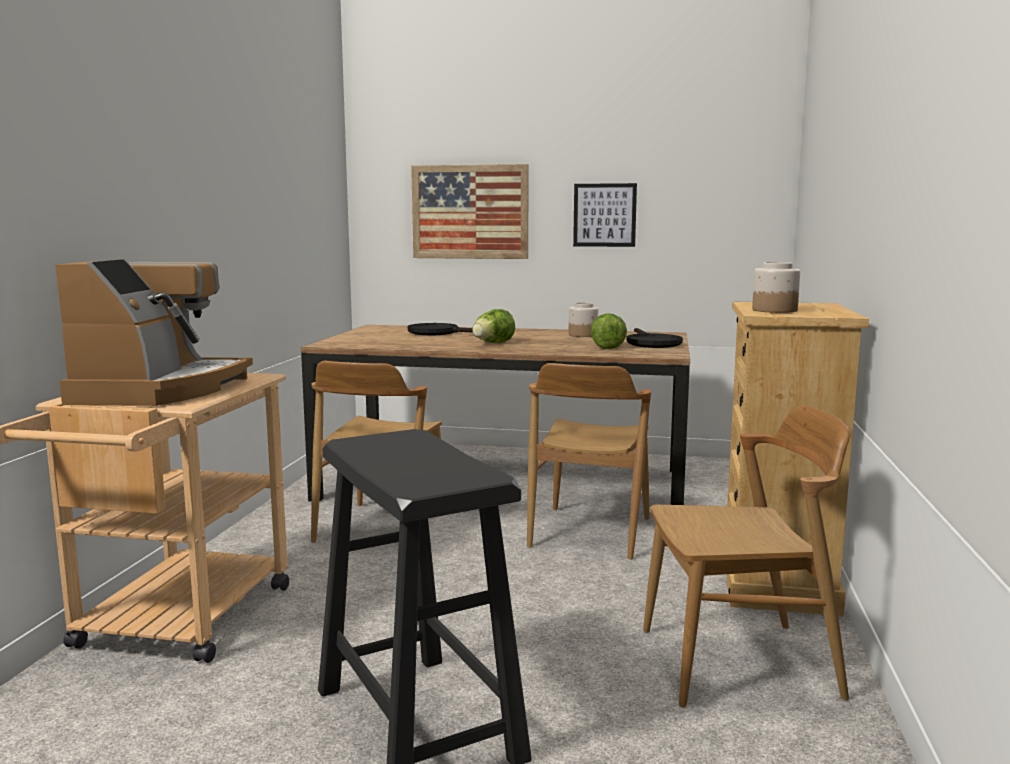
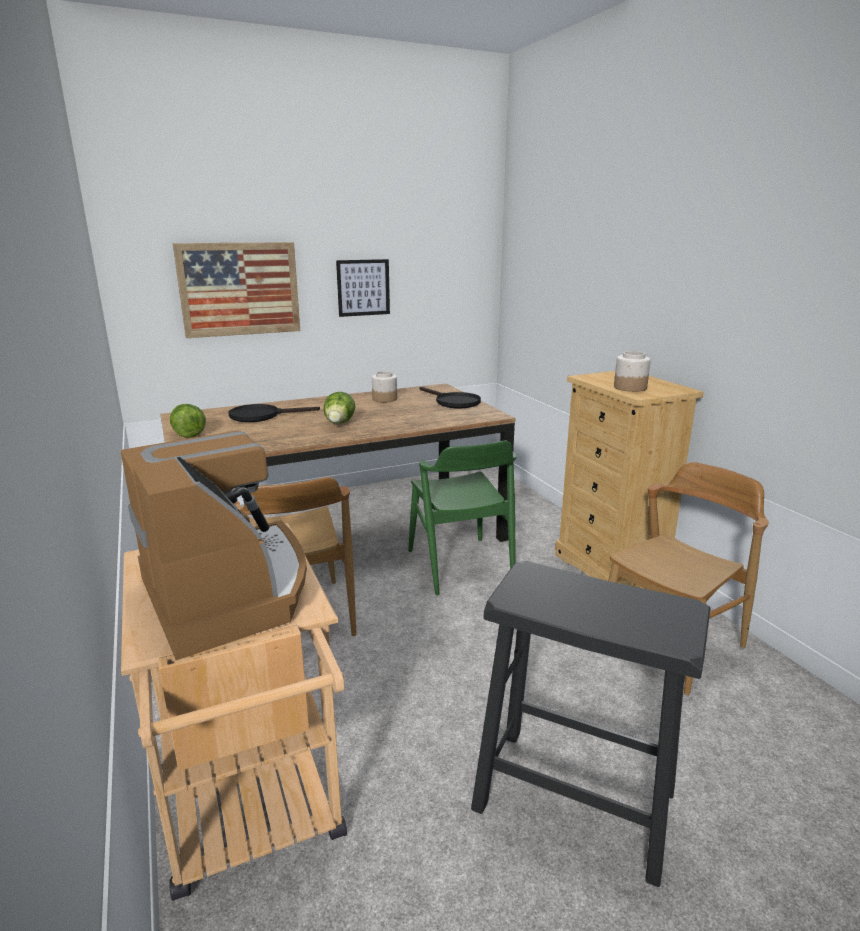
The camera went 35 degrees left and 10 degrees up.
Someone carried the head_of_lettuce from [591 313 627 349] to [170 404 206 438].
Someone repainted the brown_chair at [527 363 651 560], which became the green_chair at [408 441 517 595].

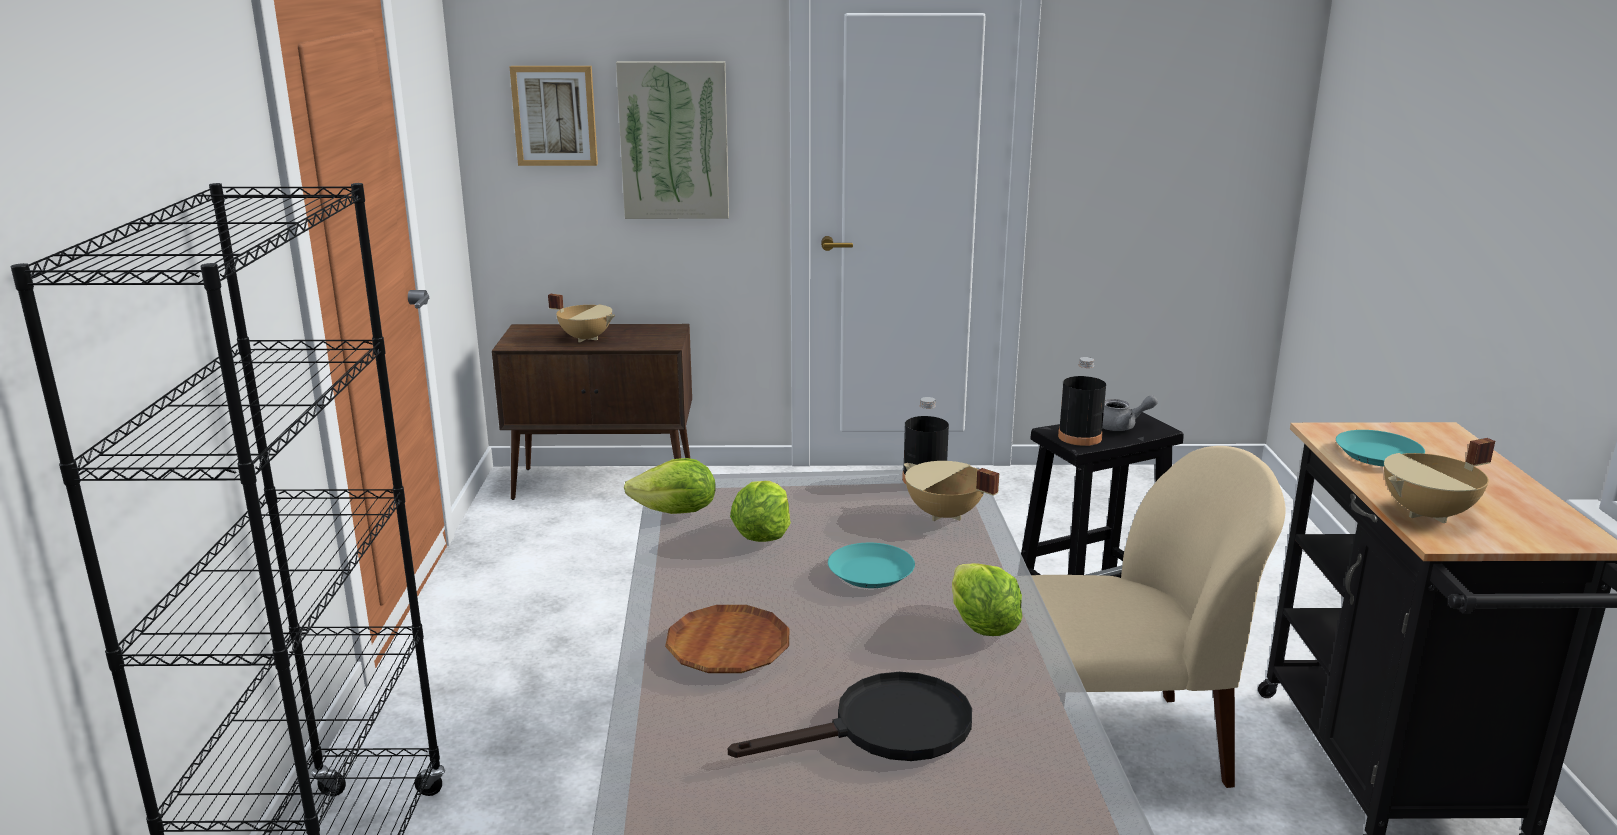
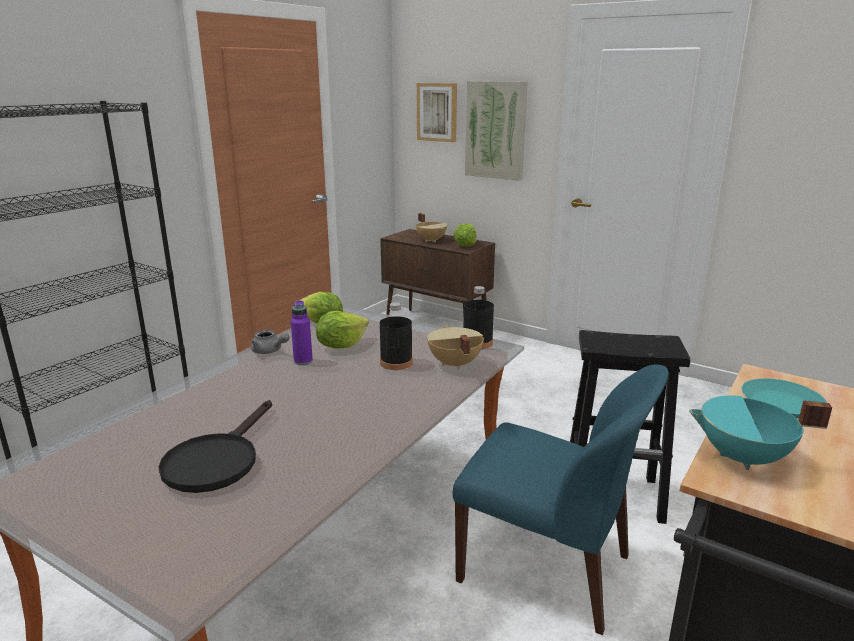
The camera went 35 degrees right and 0 degrees up.
Someone carried the black-coloured_drink_bottle from [1058 357 1106 446] to [380 302 413 370].
Someone carried the gray_teapot from [1102 395 1158 431] to [251 330 290 354].
Someone repainted the beige-coloured_cooking_pot at [1384 438 1495 523], which became the turquoise-coloured_cooking_pot at [689 396 832 470].
Someone repainted the beige-coloured_chair at [1031 446 1286 788], which became the bluish_chair at [452 364 669 635].
Someone took away the turquoise-coloured_plate at [828 543 915 588].
Someone carried the head_of_lettuce from [952 563 1022 636] to [454 223 477 246].
Someone took away the brown_plate at [665 605 789 673].
Someone rotated the black-coloured_skillet at [728 672 972 761] by 90 degrees clockwise.
Someone put down the purple_drink_bottle at [291 300 313 365].

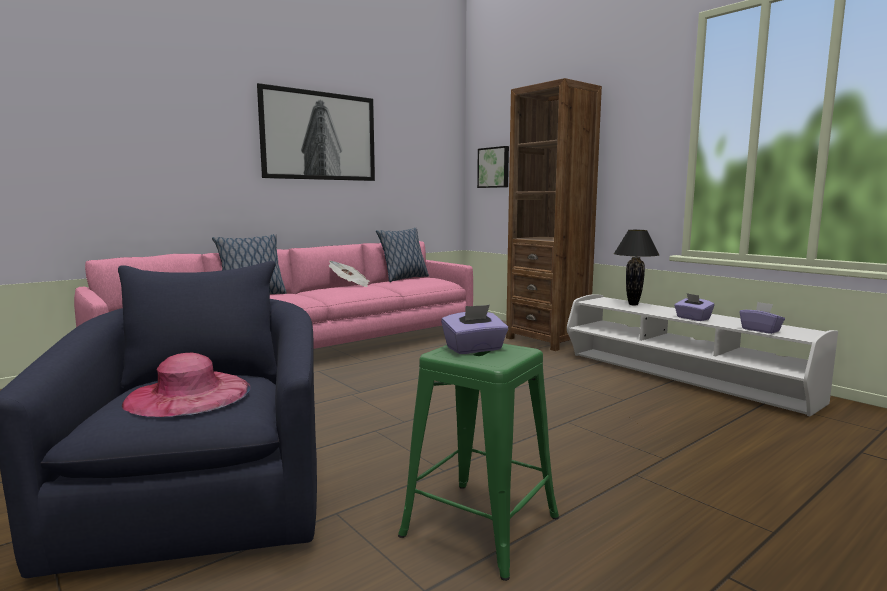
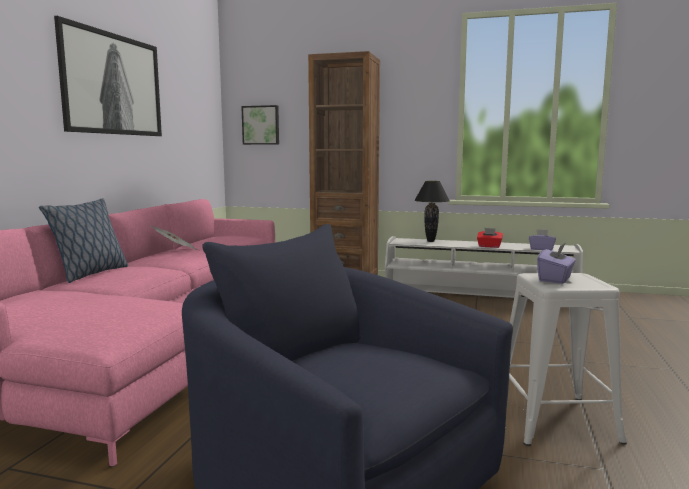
The camera went 35 degrees left and 0 degrees up.
Someone took away the cushion at [376 228 429 282].
Someone repainted the purple_box_of_tissues at [674 293 715 321], which became the red-coloured_box_of_tissues at [477 228 503 248].
Someone repainted the green_stool at [398 344 559 581], which became the white-coloured_stool at [509 273 627 446].
Someone took away the pink_hat at [122 353 250 417].

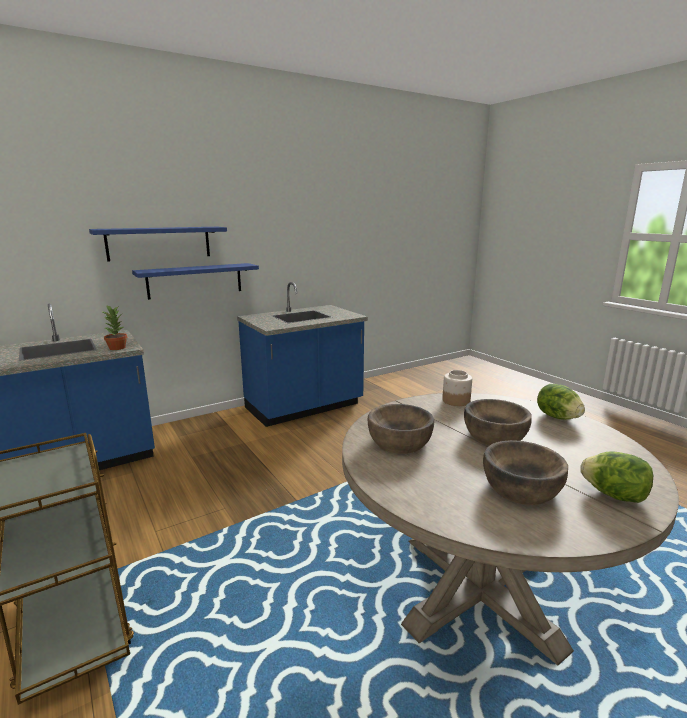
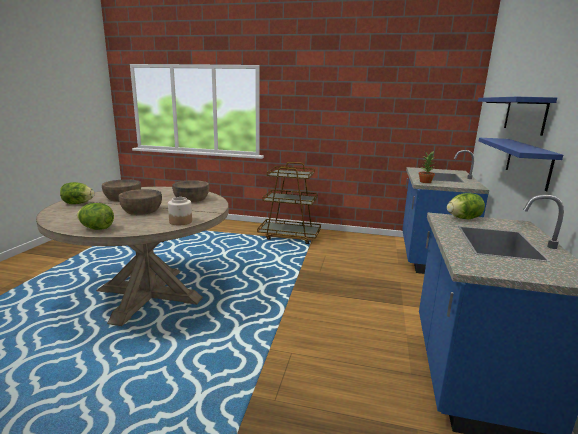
The camera went 135 degrees right and 0 degrees up.
Someone put down the head_of_lettuce at [447 193 485 219].

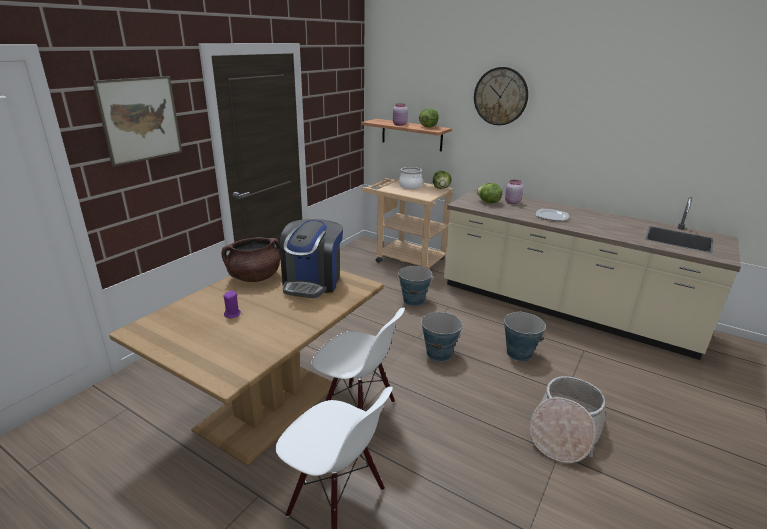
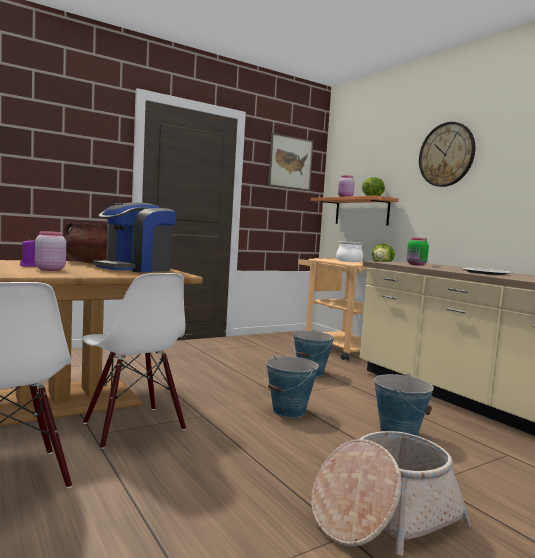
The camera went 25 degrees right and 20 degrees down.
Someone carried the picture from [93 76 182 167] to [268 133 313 191].
Someone carried the pink_jar from [505 180 523 204] to [35 231 66 271].
Someone swapped the head_of_lettuce at [477 183 502 203] for the green_jar at [407 237 429 265].

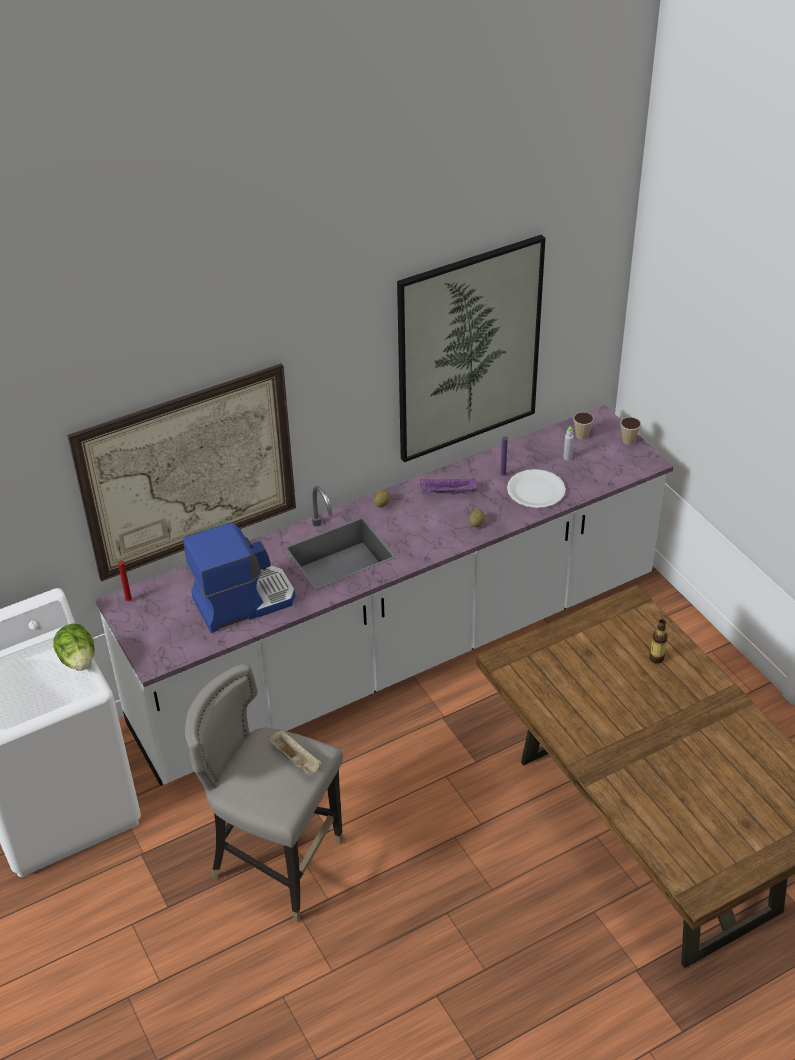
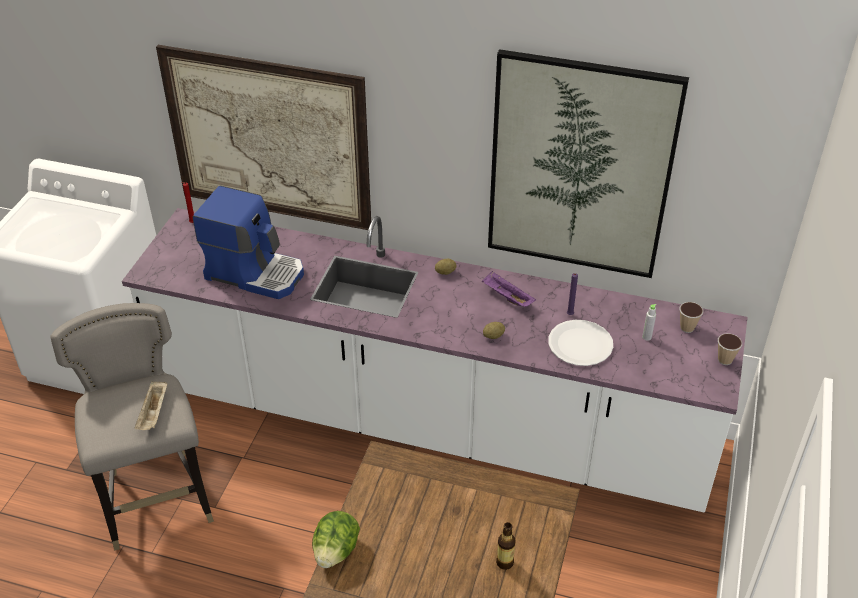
The camera went 45 degrees right and 0 degrees up.
Someone carried the head_of_lettuce from [53 624 94 671] to [312 511 360 568].

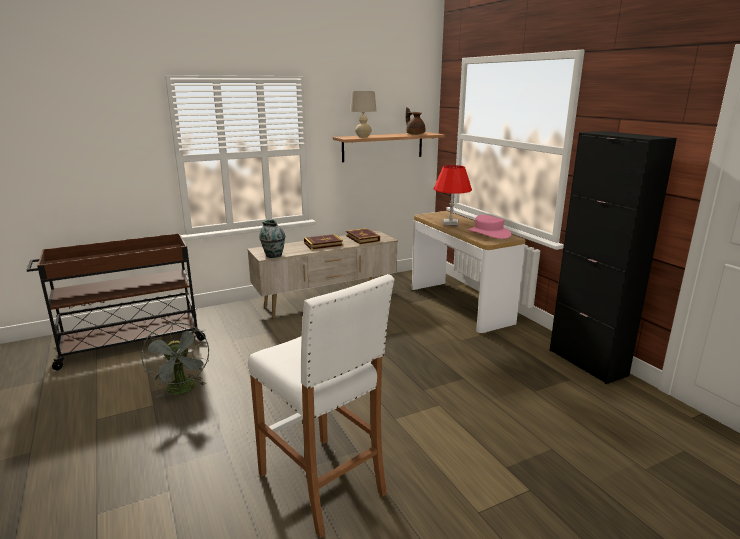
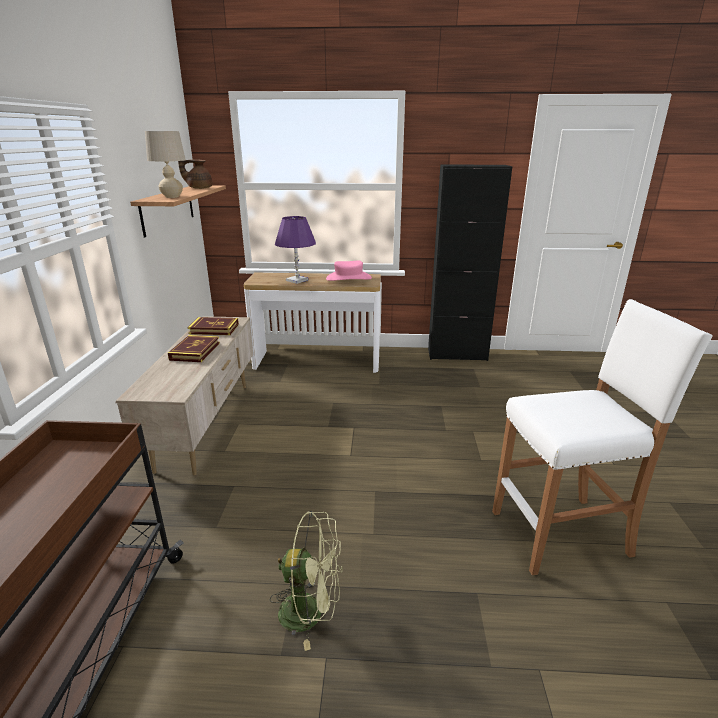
The camera went 60 degrees left and 5 degrees up.
Someone repainted the red-coloured_tabletop_lamp at [434 165 472 225], which became the purple_tabletop_lamp at [275 216 316 284].
Someone took away the decorative_vase at [259 220 285 258].
Someone repainted the gray_fan at [141 323 209 398], which became the green_fan at [270 511 342 651].

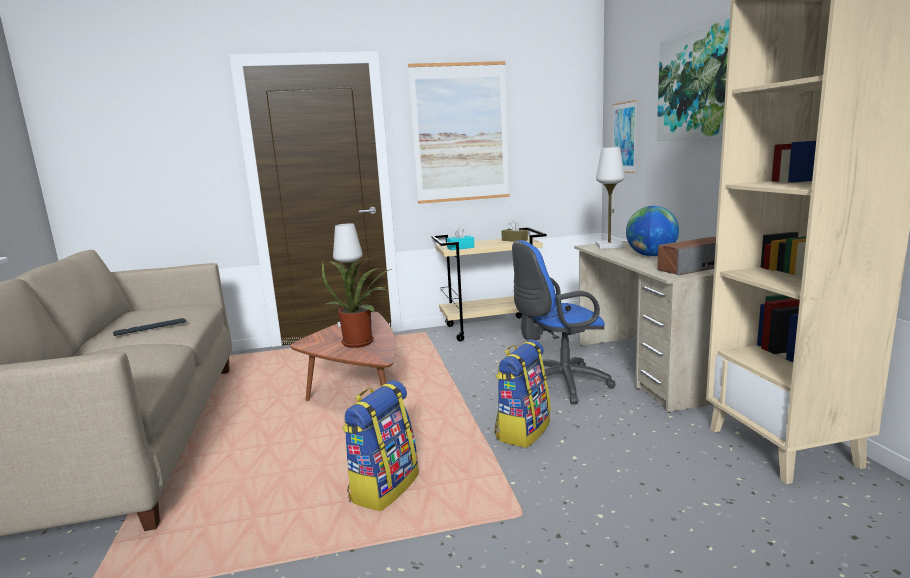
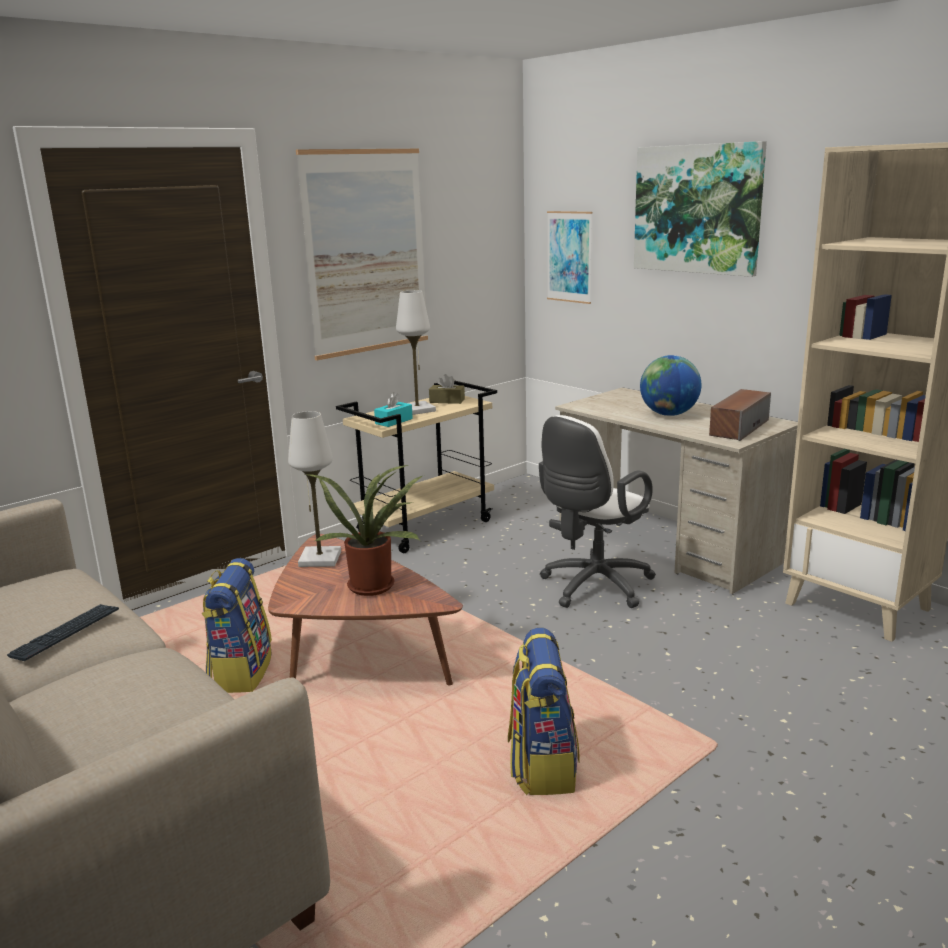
The camera went 30 degrees left and 5 degrees up.
Someone carried the white-coloured_tabletop_lamp from [595 147 625 249] to [396 290 436 415].
Someone repainted the bluish_computer_chair at [512 240 616 404], which became the white-coloured_computer_chair at [539 415 656 608].
Someone carried the backpack from [494 340 550 448] to [202 558 272 693].

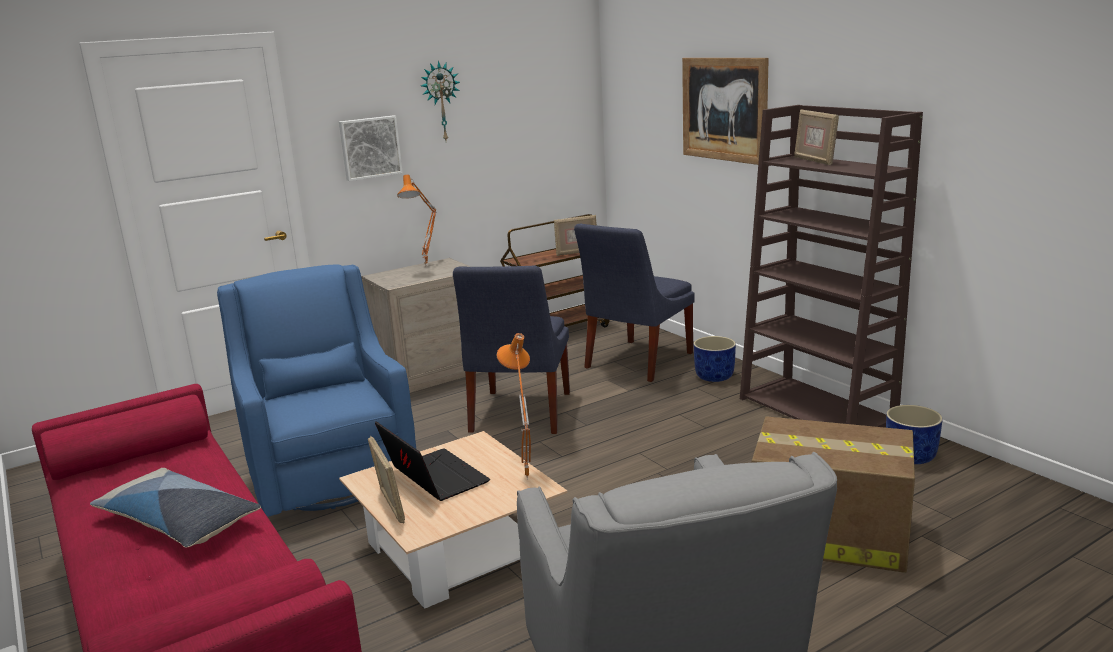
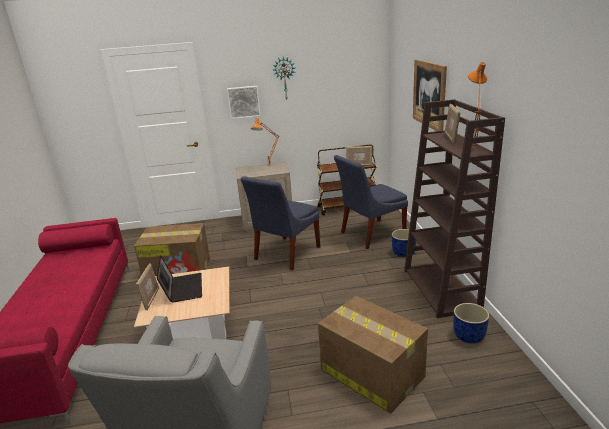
The camera went 25 degrees right and 5 degrees up.
Someone swapped the bluish_easy_chair at [217 265 416 517] for the cardboard_box at [134 223 210 276].
Someone carried the orangey_tabletop_lamp from [497 333 531 480] to [468 62 487 146].
Someone took away the cushion at [90 468 261 548].

